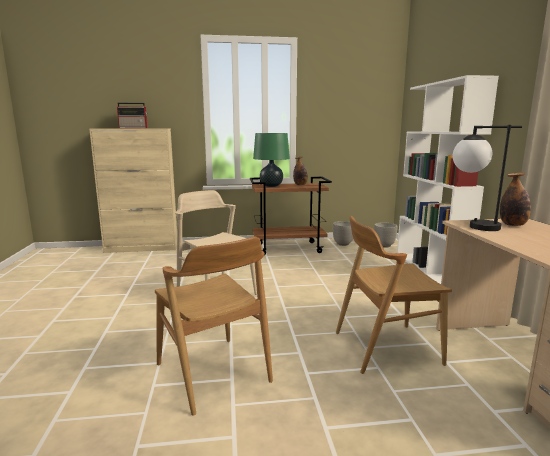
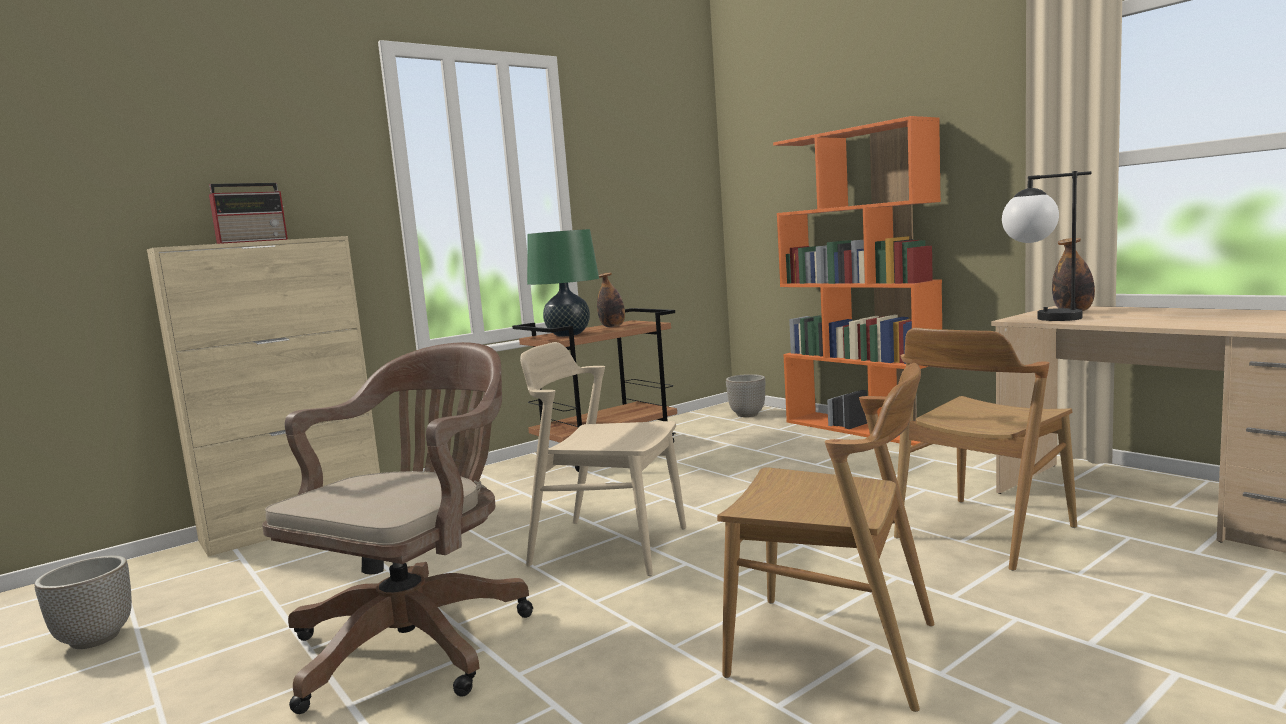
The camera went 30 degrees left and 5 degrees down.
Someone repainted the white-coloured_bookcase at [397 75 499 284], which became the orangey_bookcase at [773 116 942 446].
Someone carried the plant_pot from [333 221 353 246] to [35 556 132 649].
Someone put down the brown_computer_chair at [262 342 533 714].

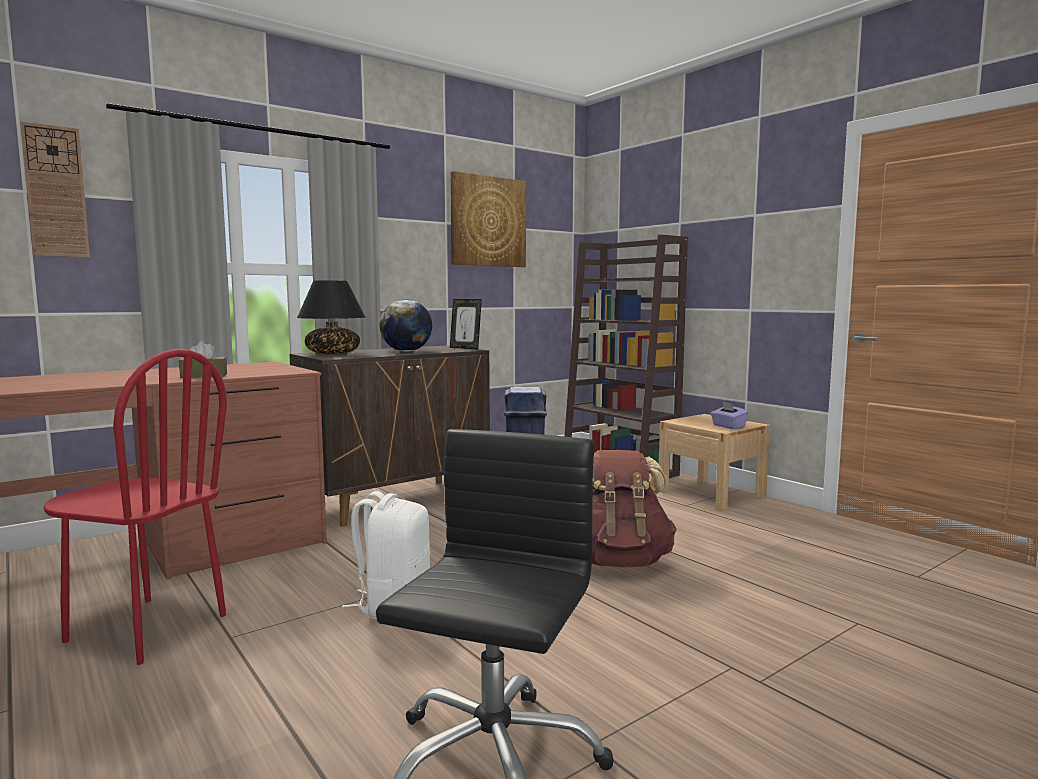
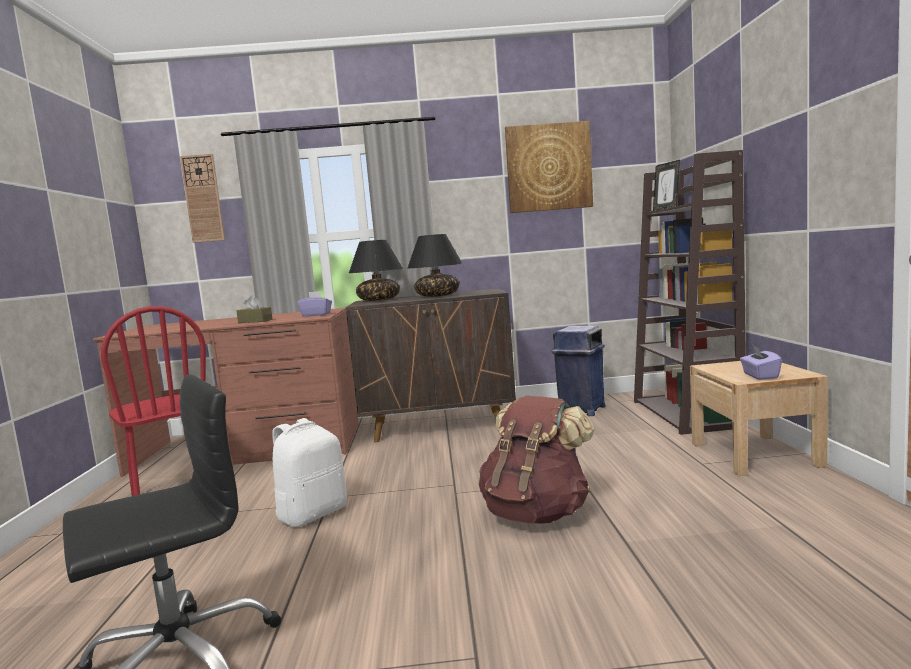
The camera went 35 degrees right and 0 degrees up.
Someone swapped the world_globe at [380 299 432 352] for the black-coloured_tabletop_lamp at [408 234 463 297].
Someone carried the photo_frame from [450 299 482 349] to [653 160 680 211].
Someone put down the purple_box_of_tissues at [297 291 332 317].

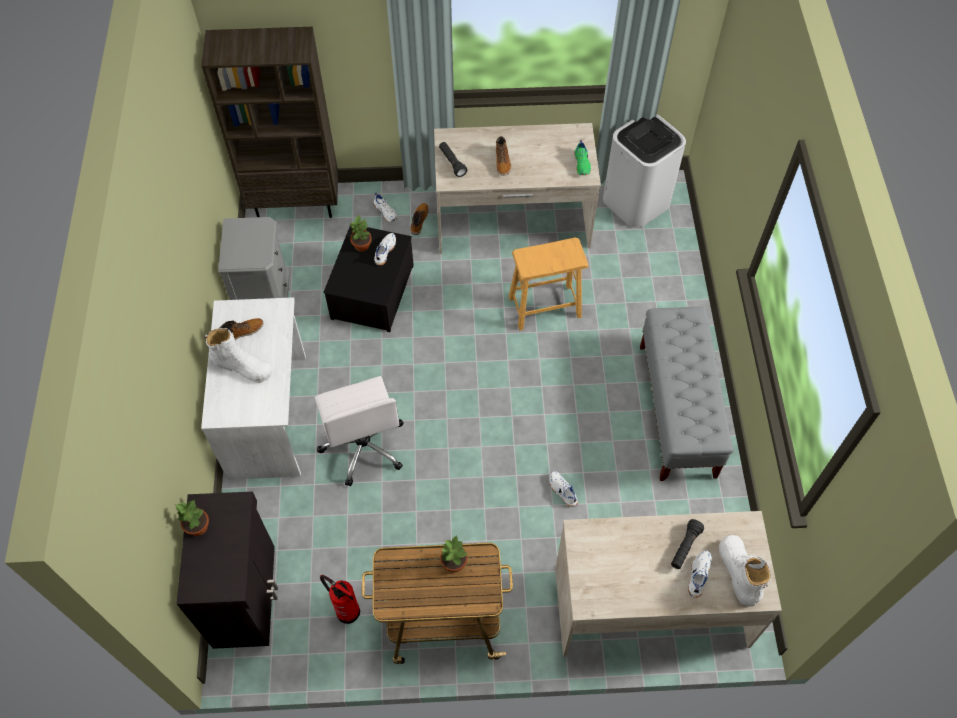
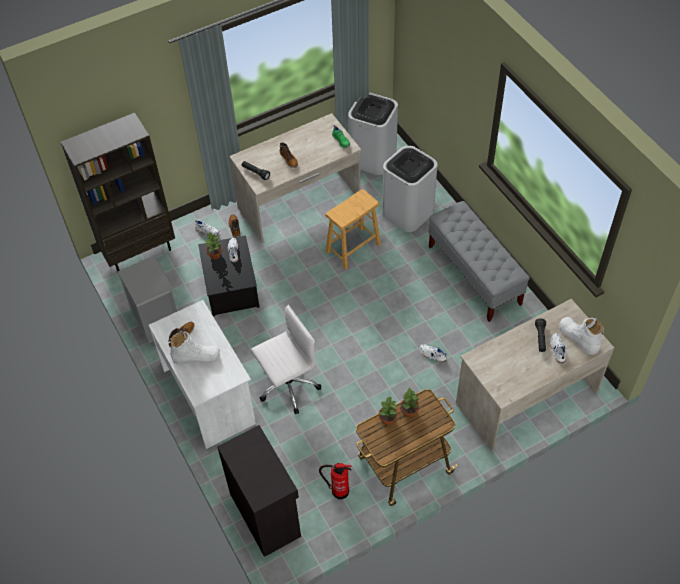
The camera went 25 degrees left and 5 degrees down.
Someone rotated the white-coloured_computer_chair at [315 376 403 486] by 75 degrees counterclockwise.
Someone carried the houseplant from [175 499 209 536] to [379 396 398 425].
Someone put down the white-coloured_rubbish_bin at [382 146 438 232].

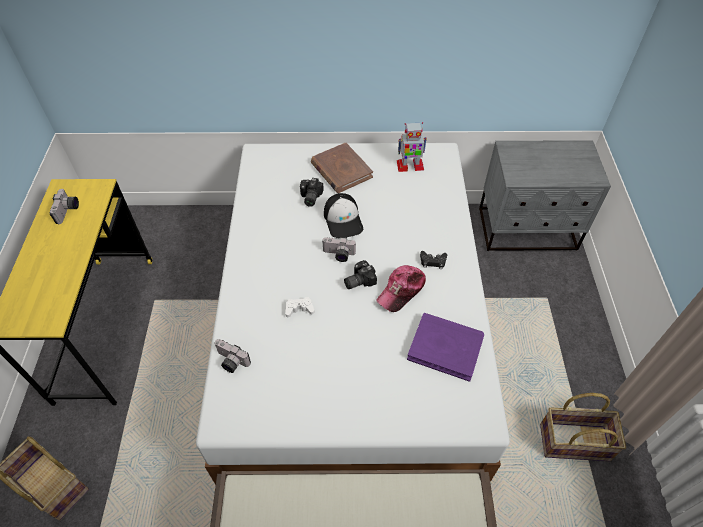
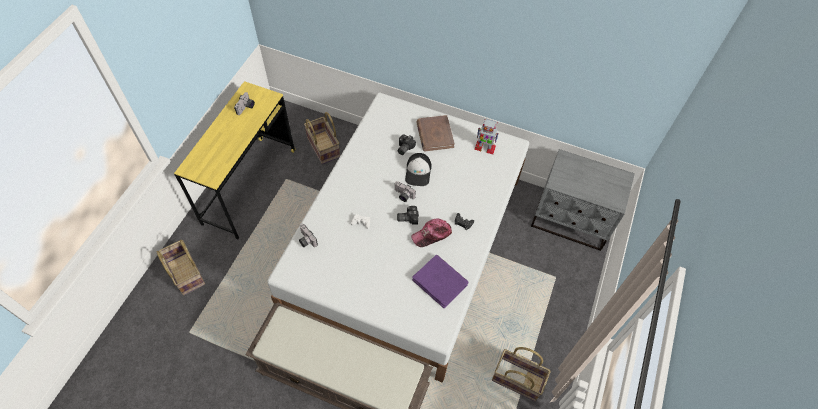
The camera went 20 degrees right and 5 degrees up.
Someone put down the storage_basket at [304 112 340 164].

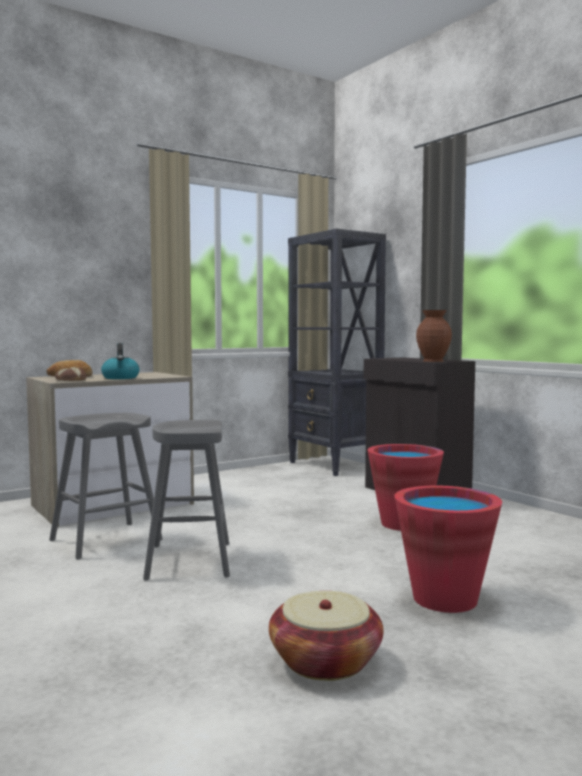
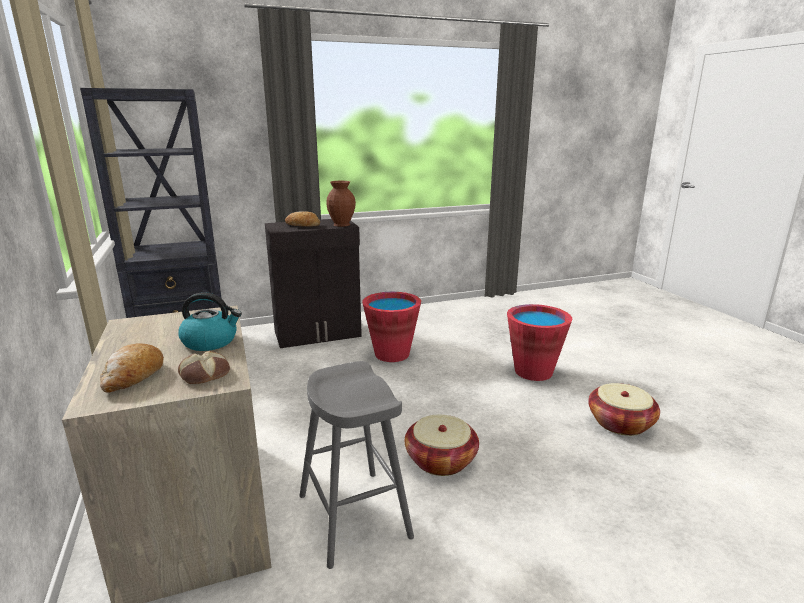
The camera went 75 degrees left and 15 degrees up.
Someone swapped the gray_stool at [143 420 230 581] for the storage_basket at [405 415 479 476].
Someone put down the baked_bread at [285 211 320 227].

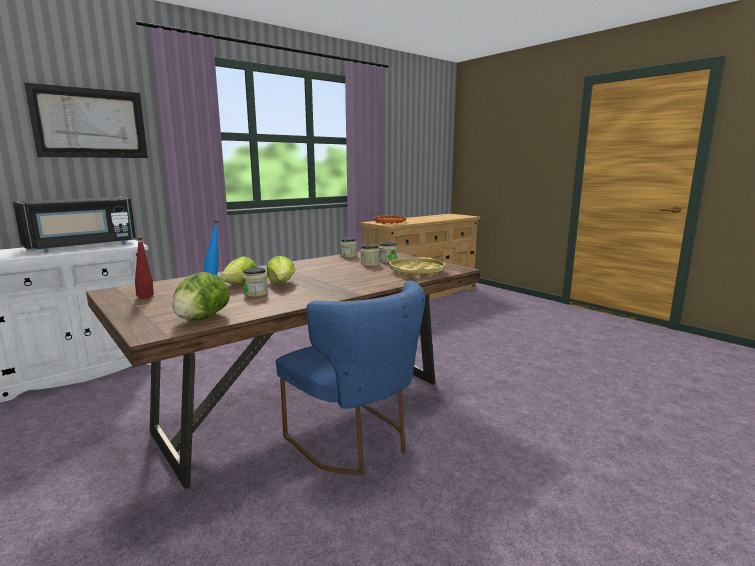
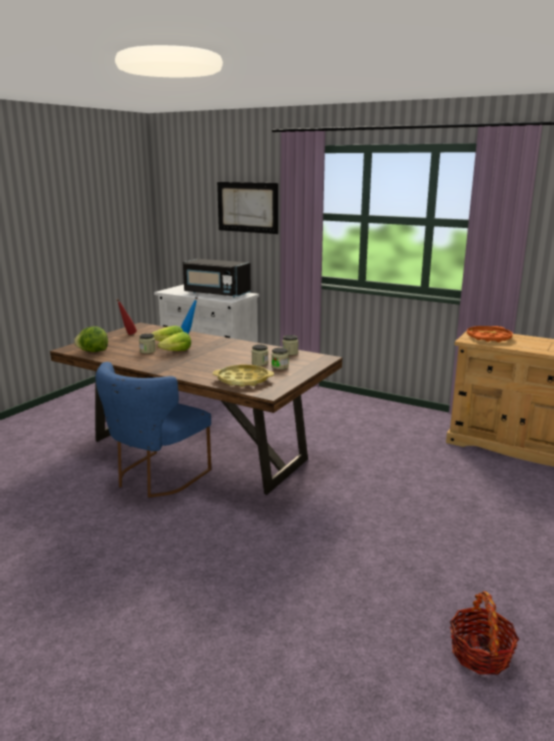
The camera went 70 degrees right and 5 degrees up.
Someone put down the storage_basket at [450 591 519 675].

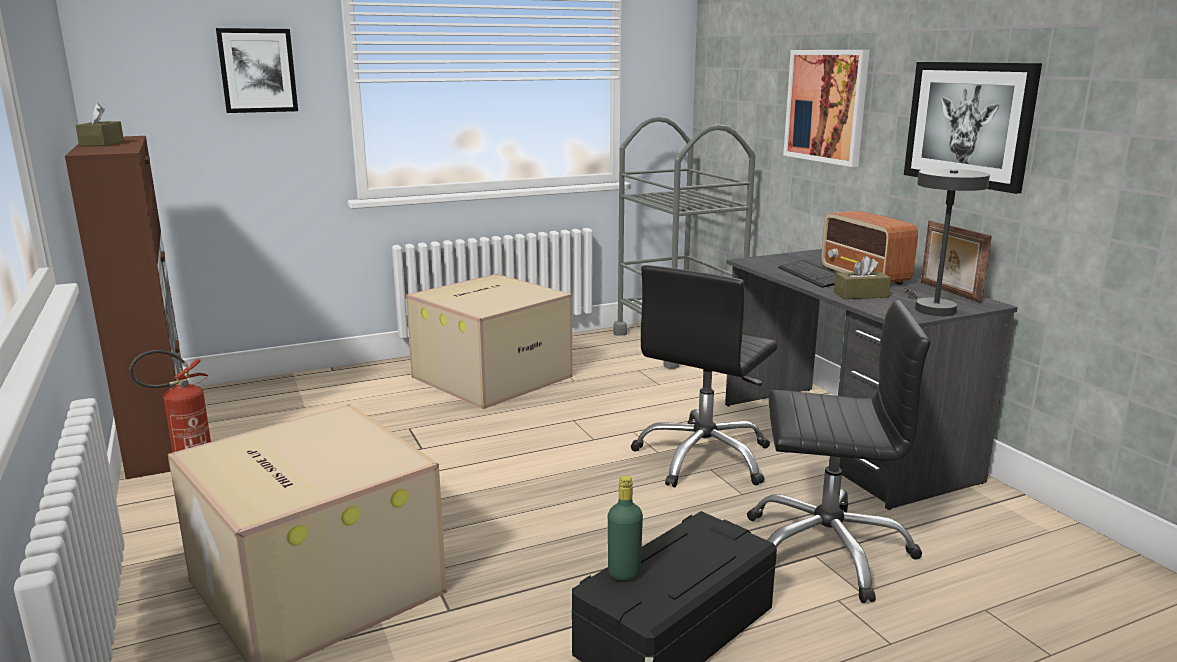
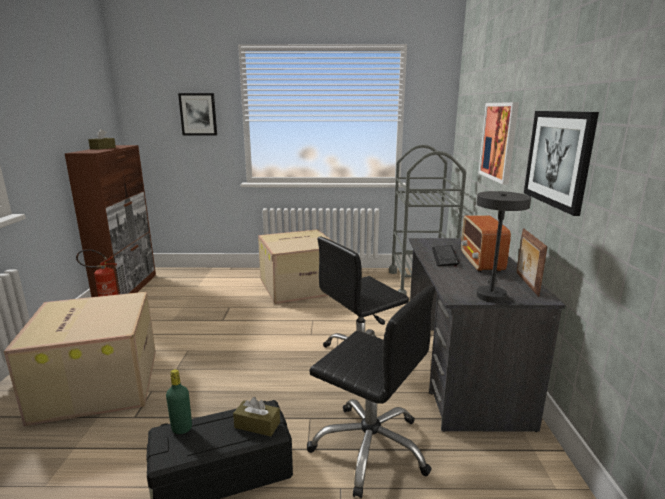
The camera went 25 degrees right and 0 degrees up.
Someone carried the brown_box_of_tissues from [834 256 891 299] to [233 397 280 436].

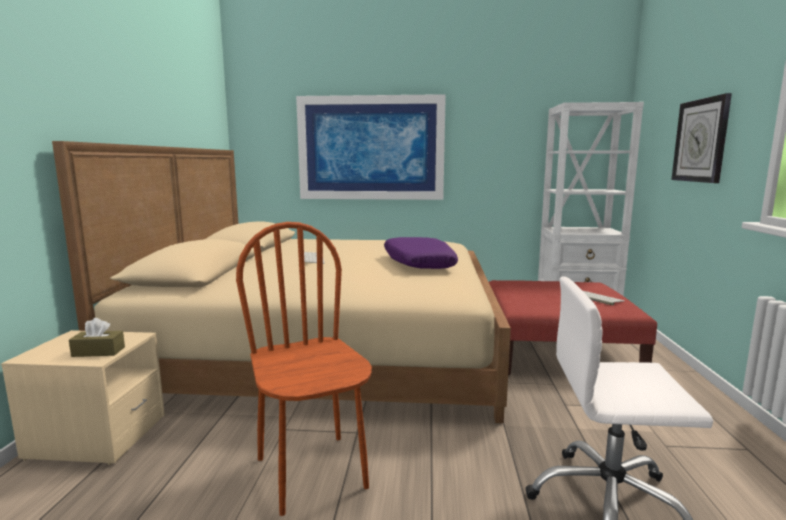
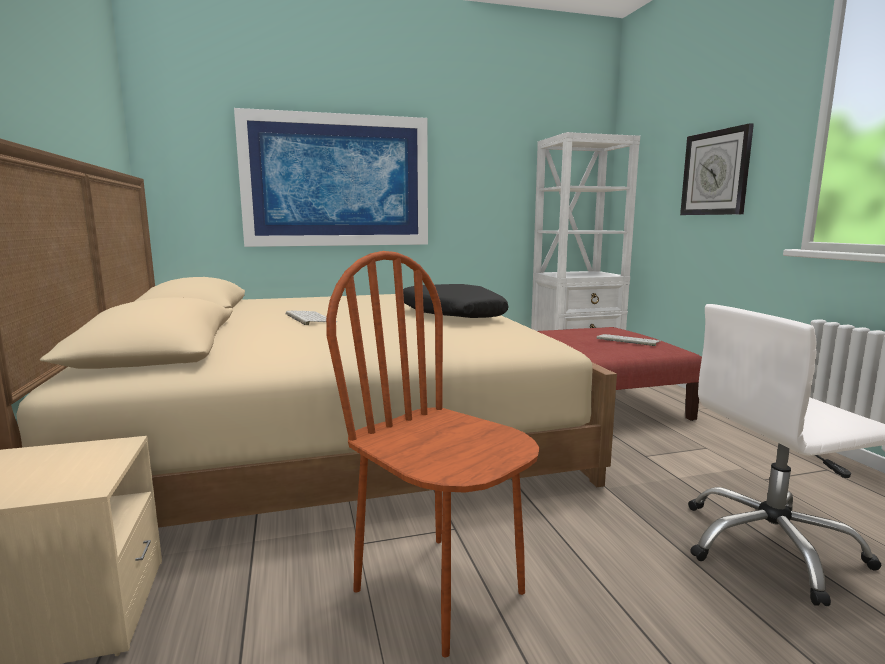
The camera went 20 degrees left and 0 degrees up.
Someone repainted the purple_cushion at [384 237 458 269], which became the black-coloured_cushion at [403 284 509 318].
Someone took away the brown_box_of_tissues at [69 318 125 357].

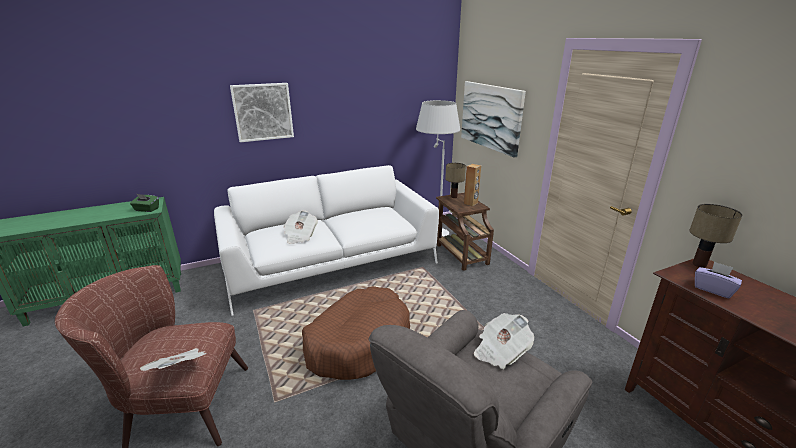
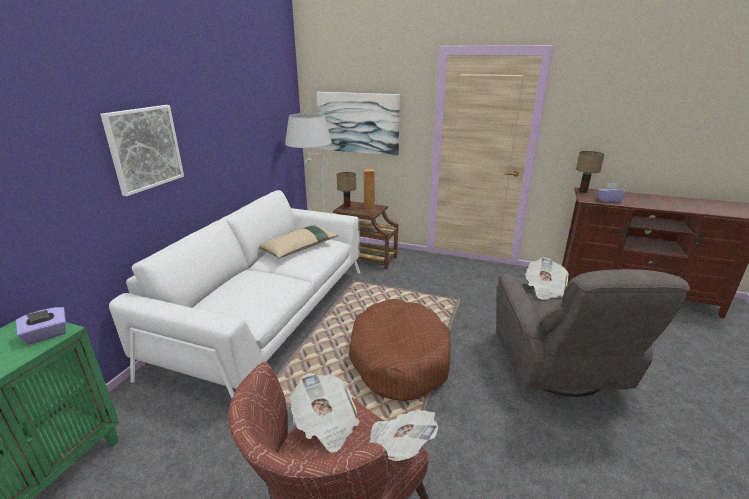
The camera went 45 degrees left and 0 degrees up.
Someone repainted the green_box_of_tissues at [130 194 159 212], which became the purple_box_of_tissues at [16 307 66 345].
Someone carried the newspaper from [284 211 318 244] to [290 373 360 453].
Someone put down the beige-coloured_cushion at [259 225 339 258].

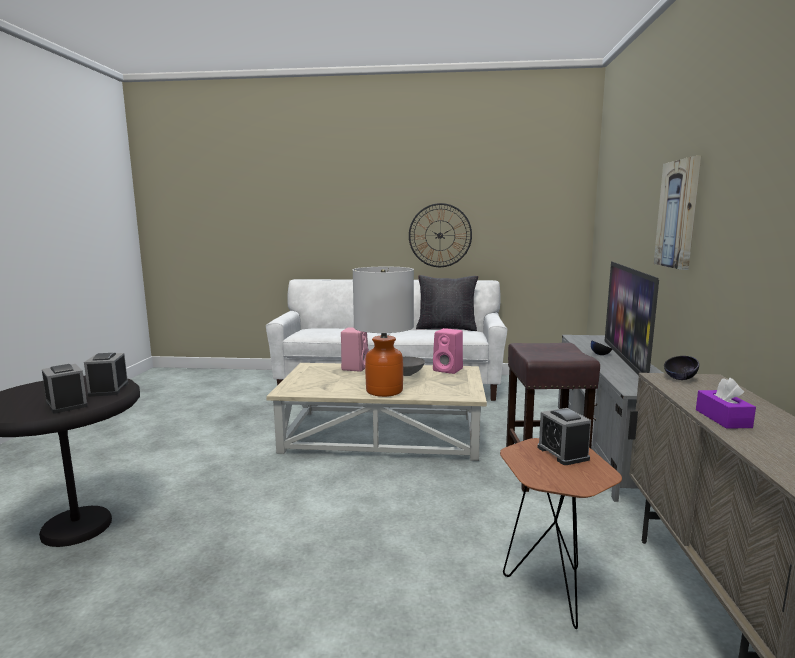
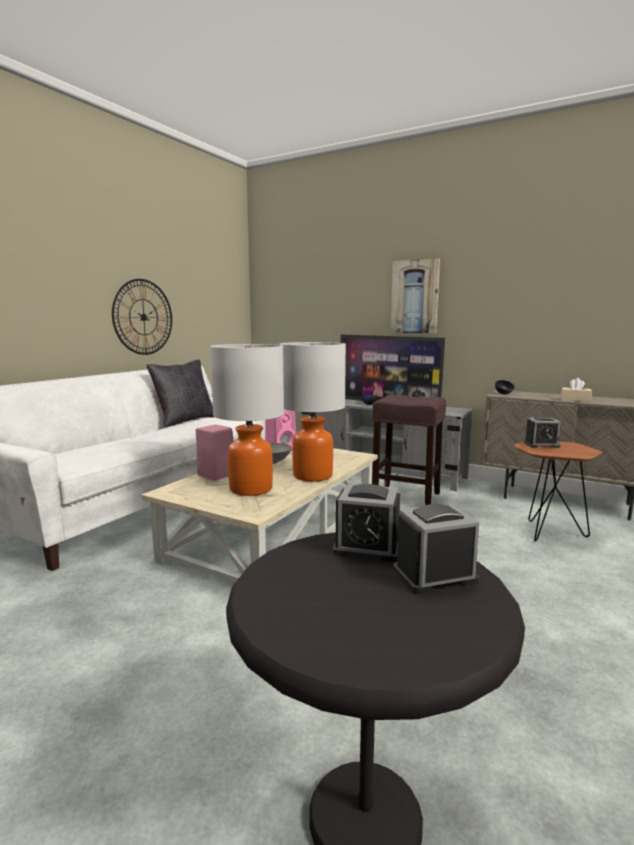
The camera went 65 degrees left and 0 degrees up.
Someone repainted the purple_box_of_tissues at [696 378 756 429], which became the beige-coloured_box_of_tissues at [561 378 592 402].
Someone put down the tabletop_lamp at [210 344 284 496].

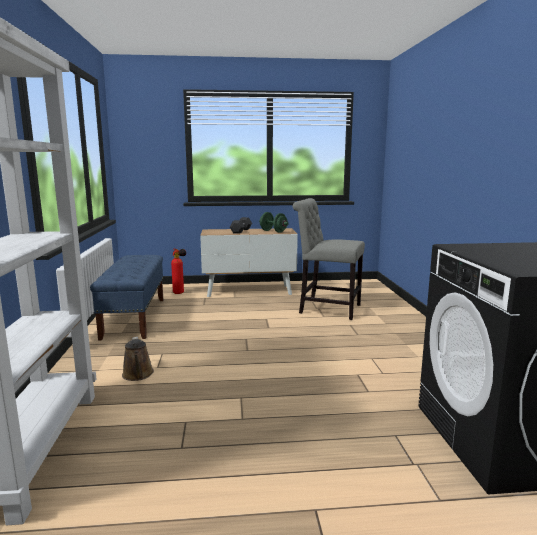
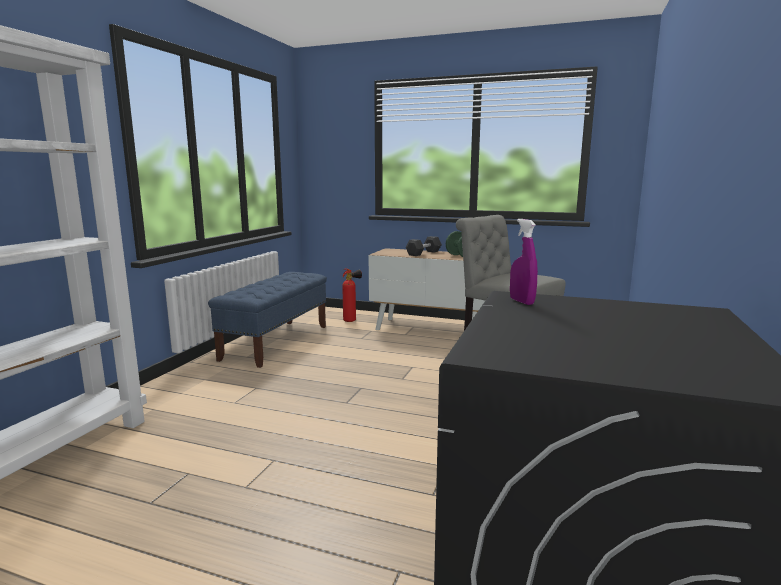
The camera went 25 degrees right and 0 degrees up.
Someone took away the brown_sprinkling_can at [122 337 154 381].
Someone put down the purple_spray_bottle at [510 219 538 305].

